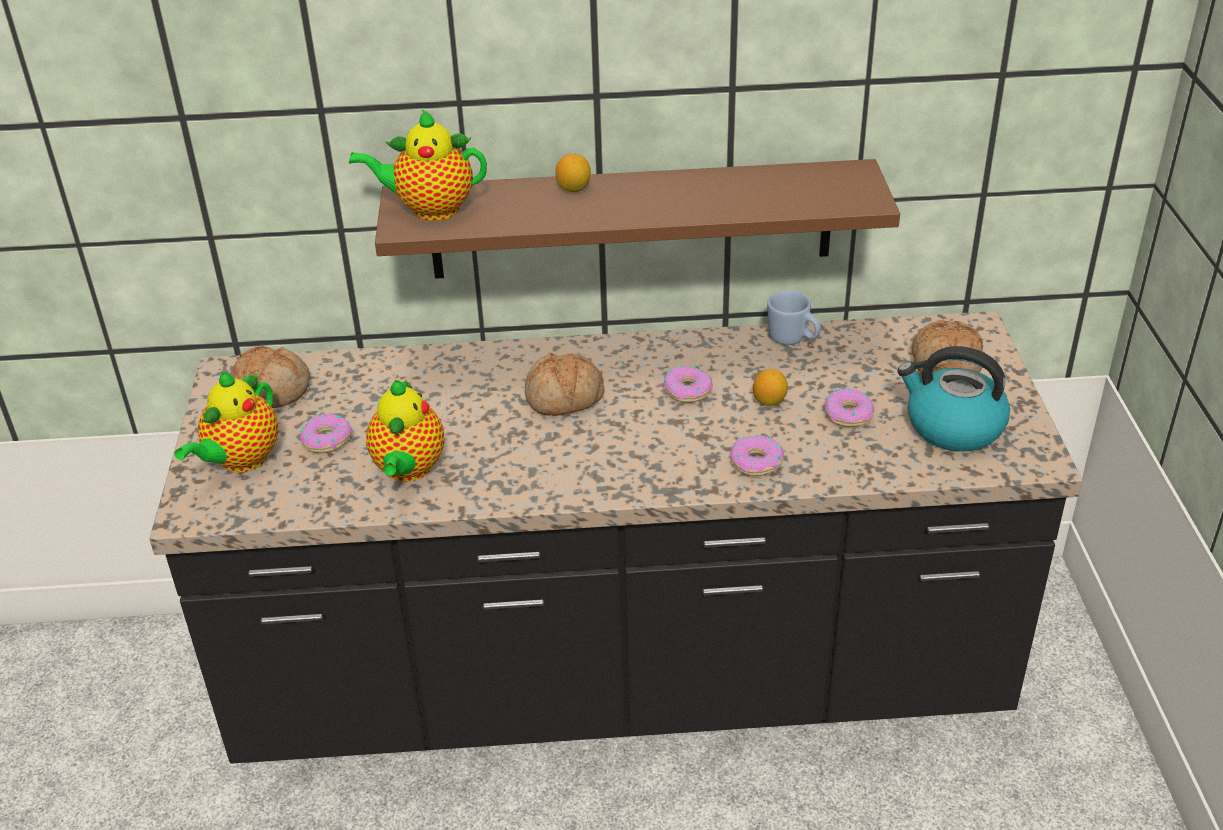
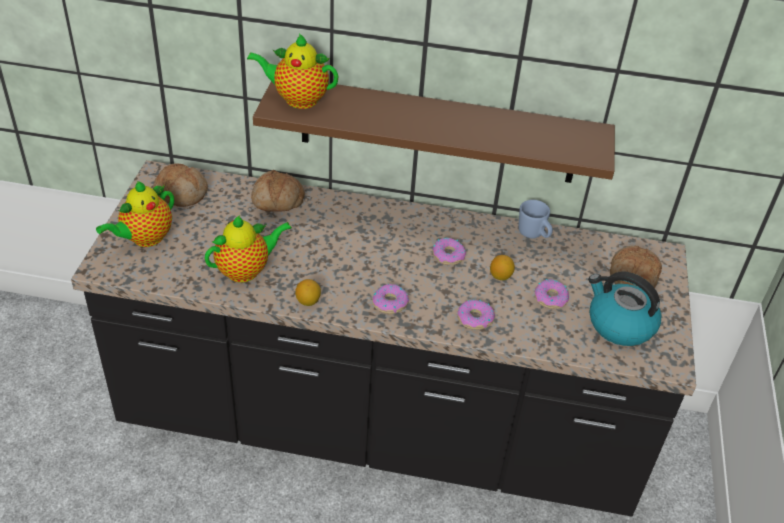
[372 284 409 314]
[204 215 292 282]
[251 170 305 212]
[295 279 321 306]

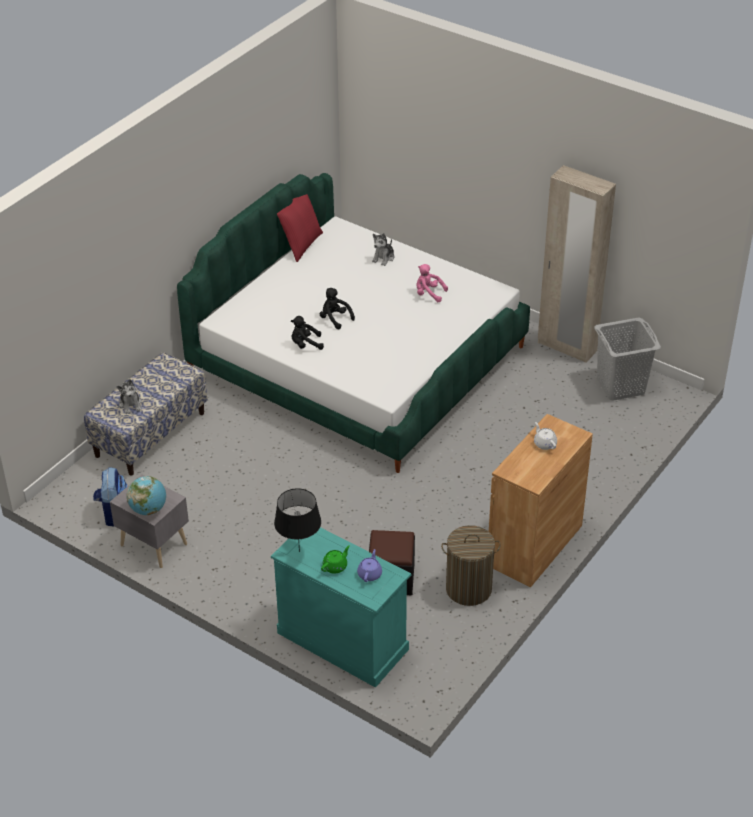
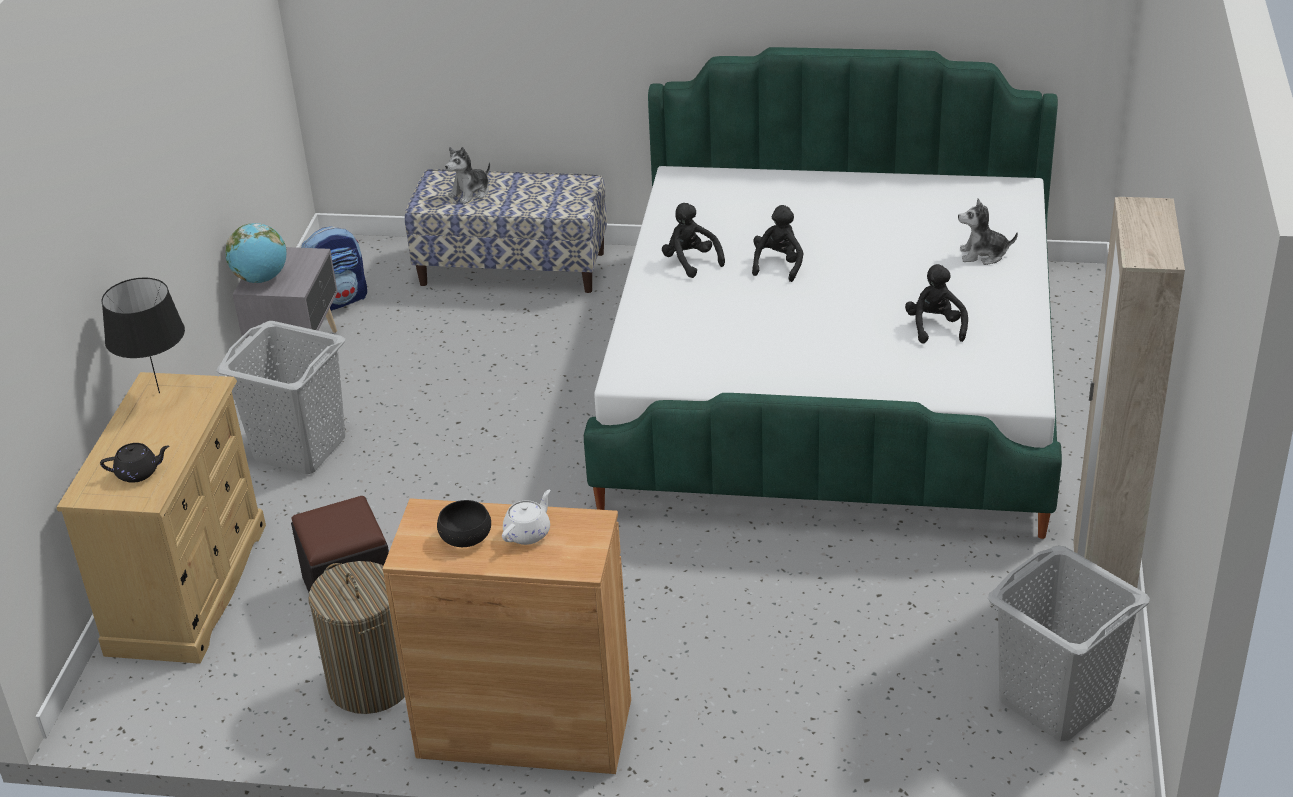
[57 372 266 664]
[277 194 323 262] (first image)
[321 545 350 574] (first image)
[100 443 169 483]
[905 264 968 344]
[217 321 345 474]
[437 500 491 547]

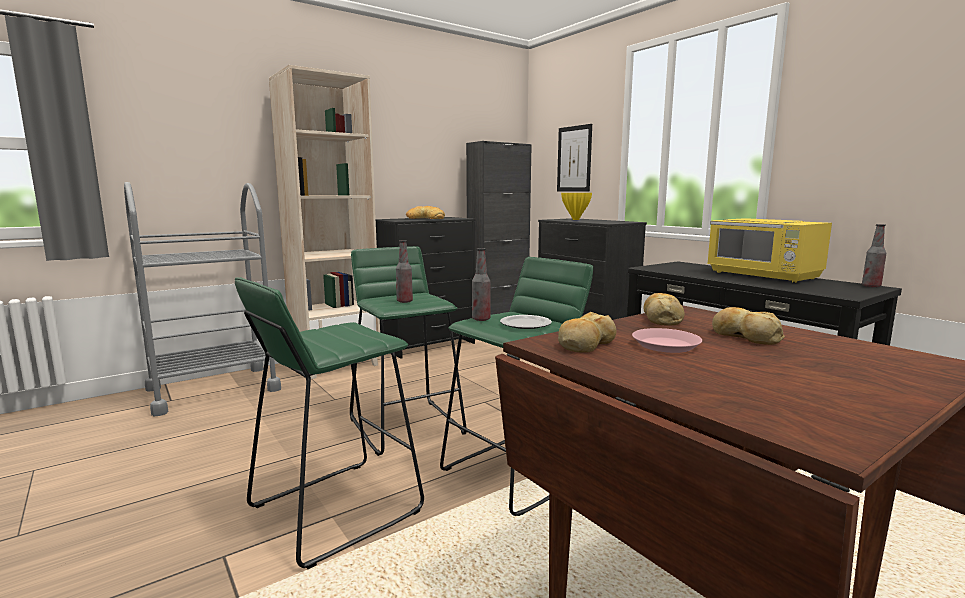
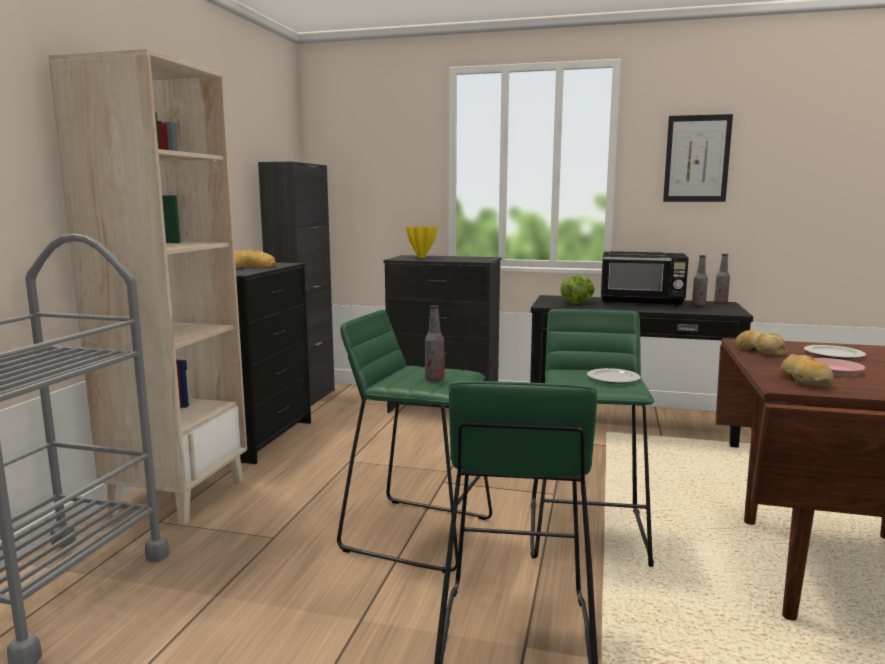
[692 255 708 306]
[663 114 733 202]
[601 251 689 306]
[804 345 866 359]
[560 276 595 304]

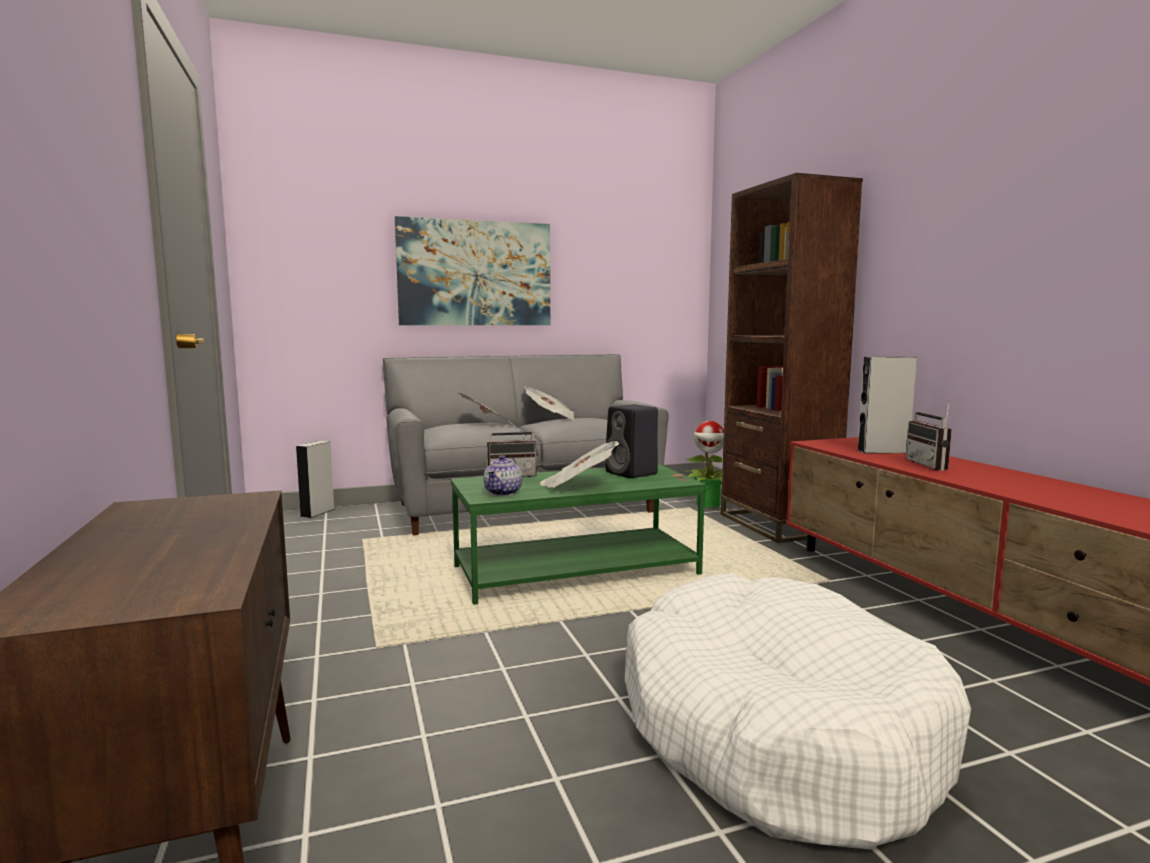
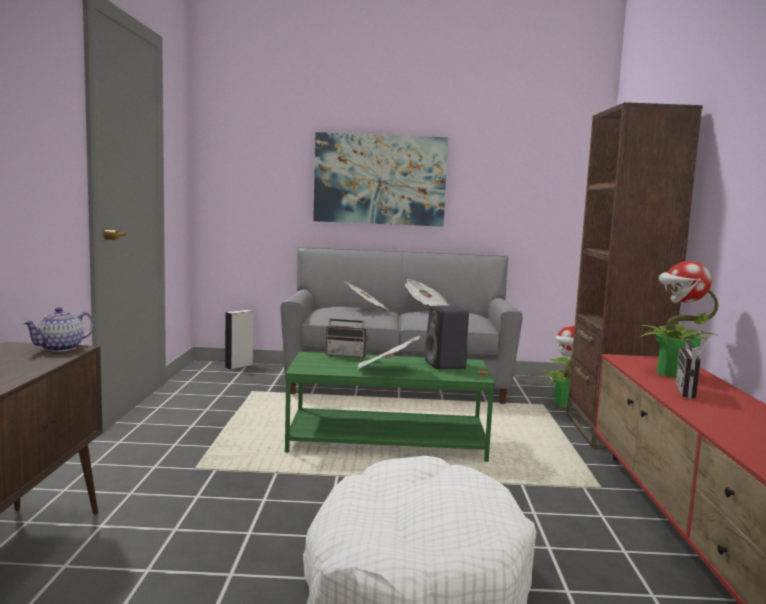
[23 307 94 352]
[640 261 719 378]

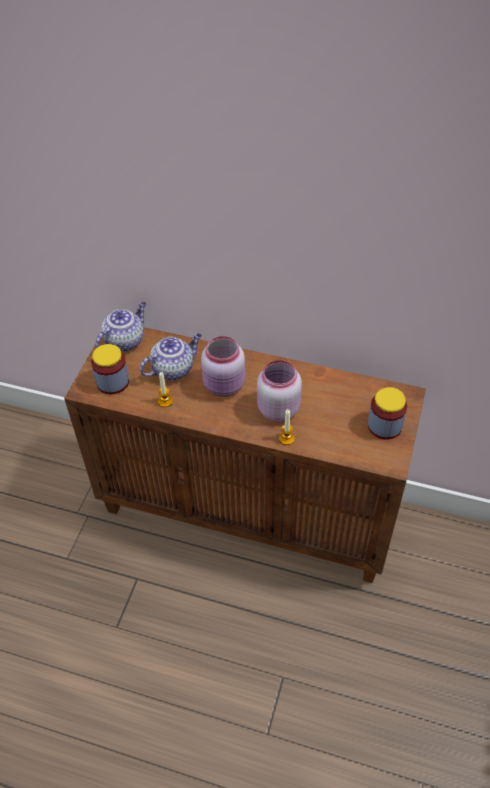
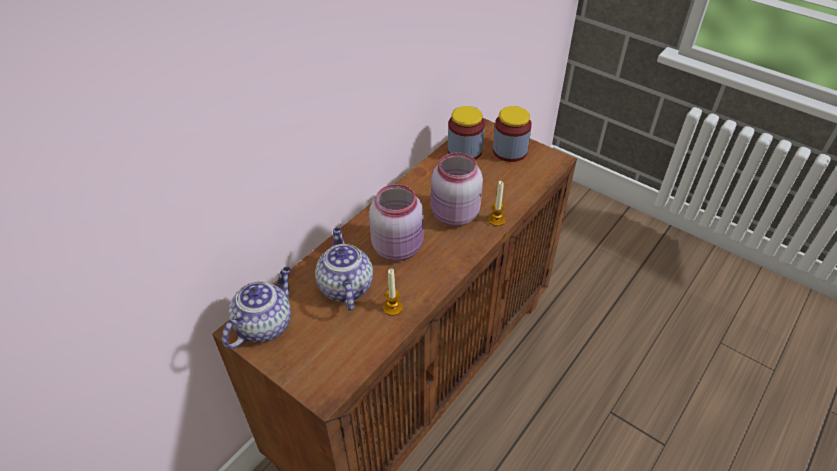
[448 106 485 160]
[222 266 291 349]

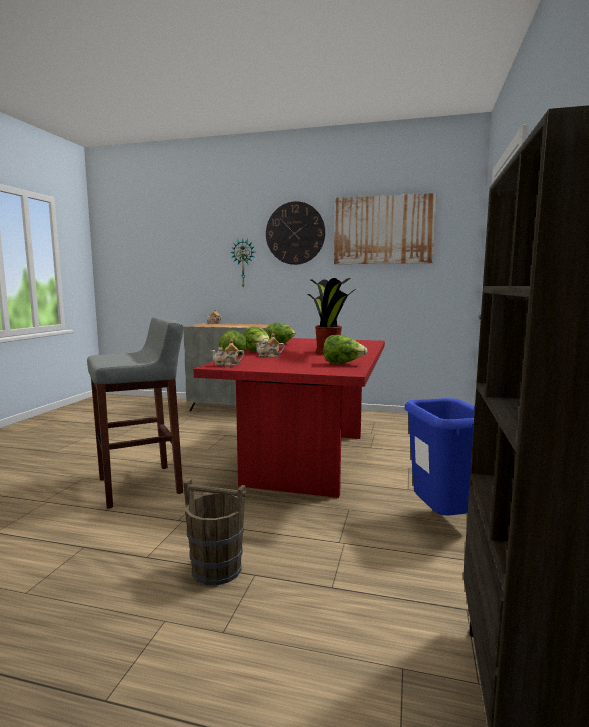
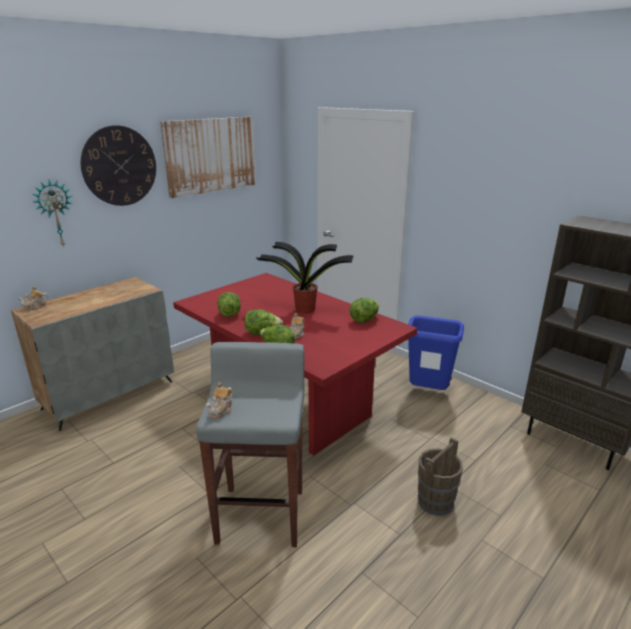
[206 382 233 418]

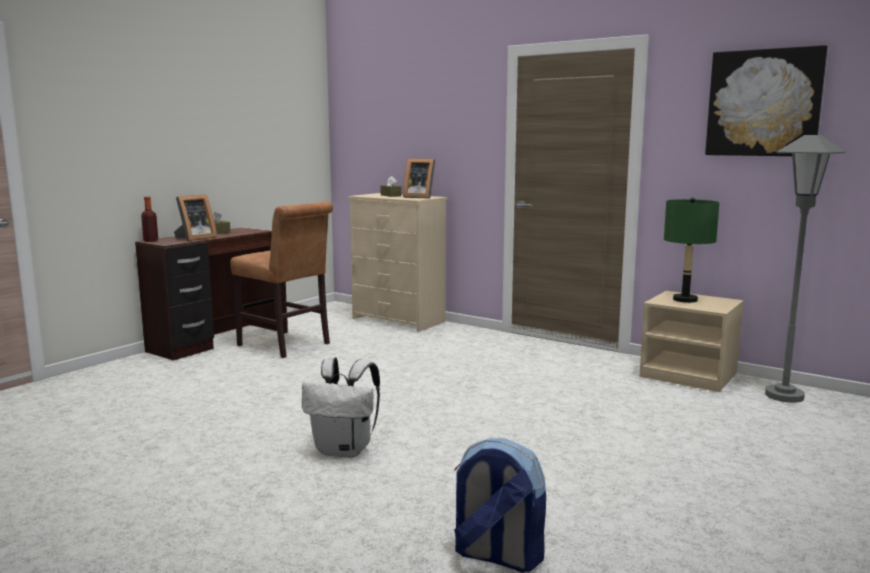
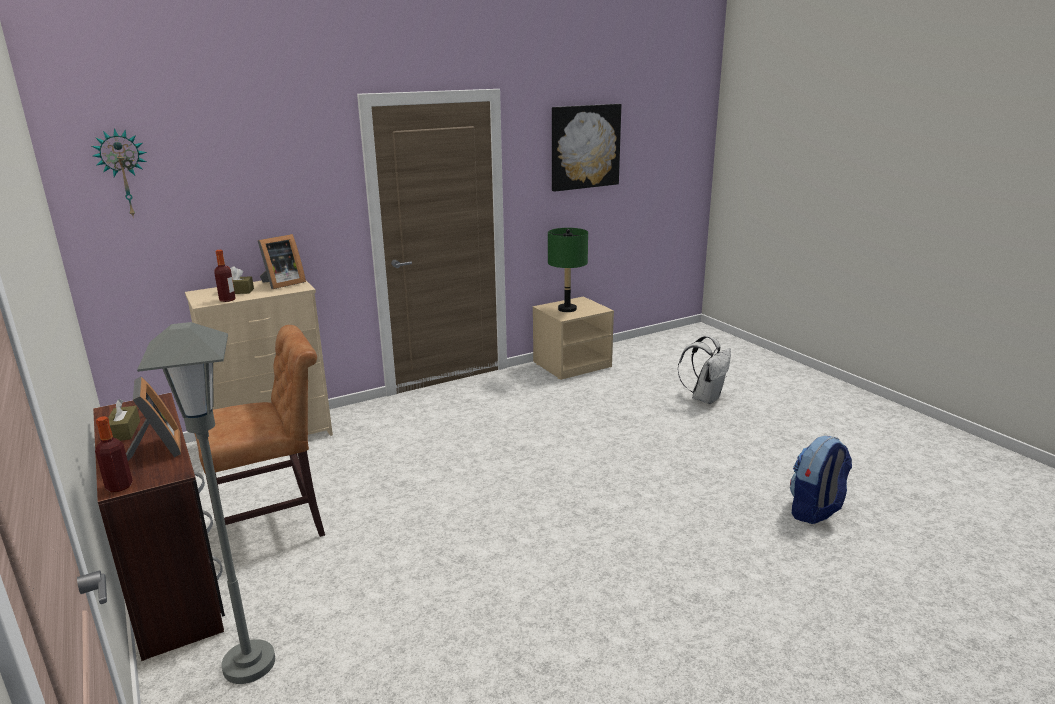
[678 336 731 404]
[137 322 275 684]
[92 128 147 218]
[214 250 236 302]

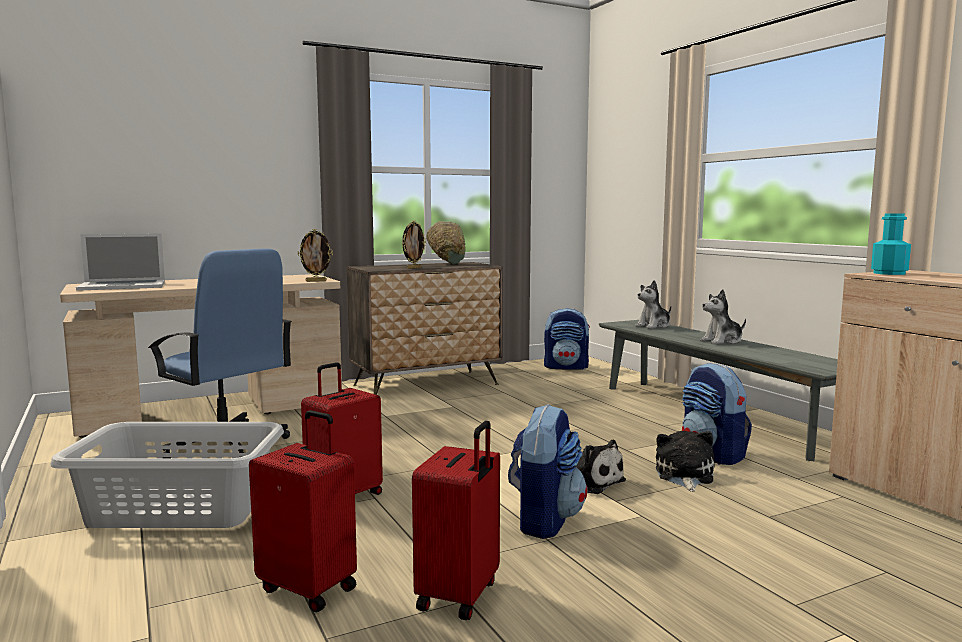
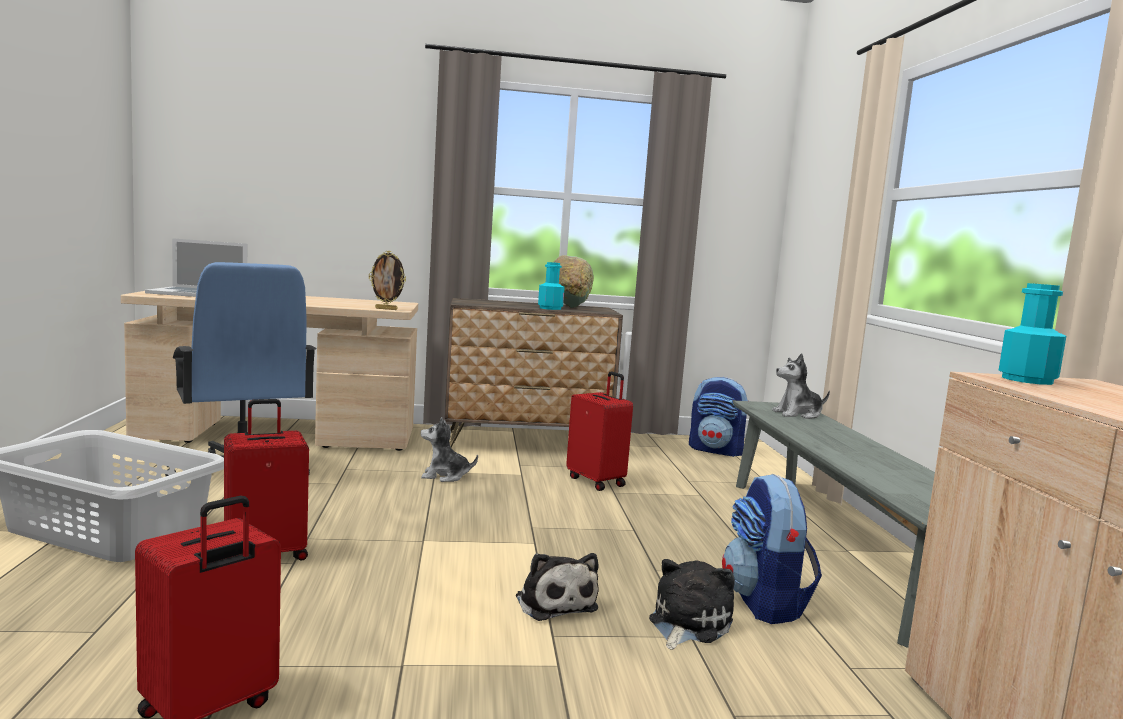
[566 371 633 491]
[402 221 426 269] (first image)
[508 404 587 539] (first image)
[421 417 478 482]
[538 262 565 310]

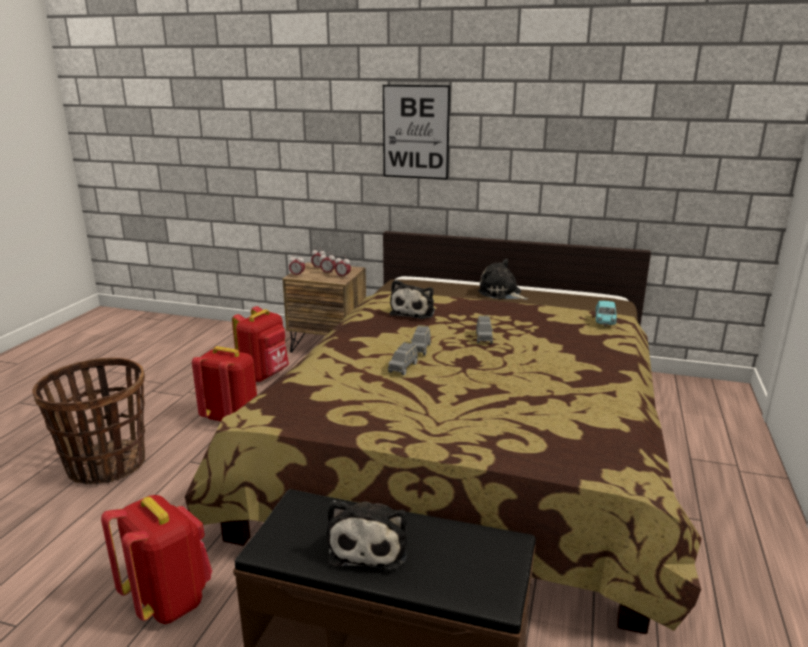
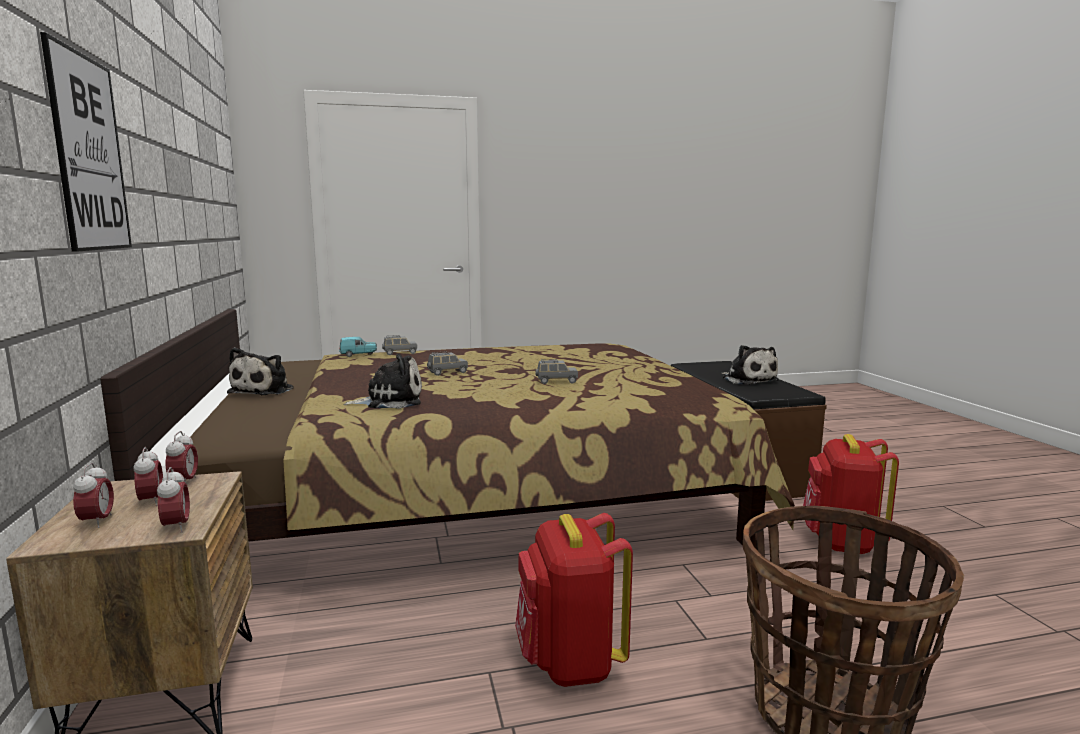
[232 306 289 382] (first image)
[722 345 779 385]
[382 335 417 355]

